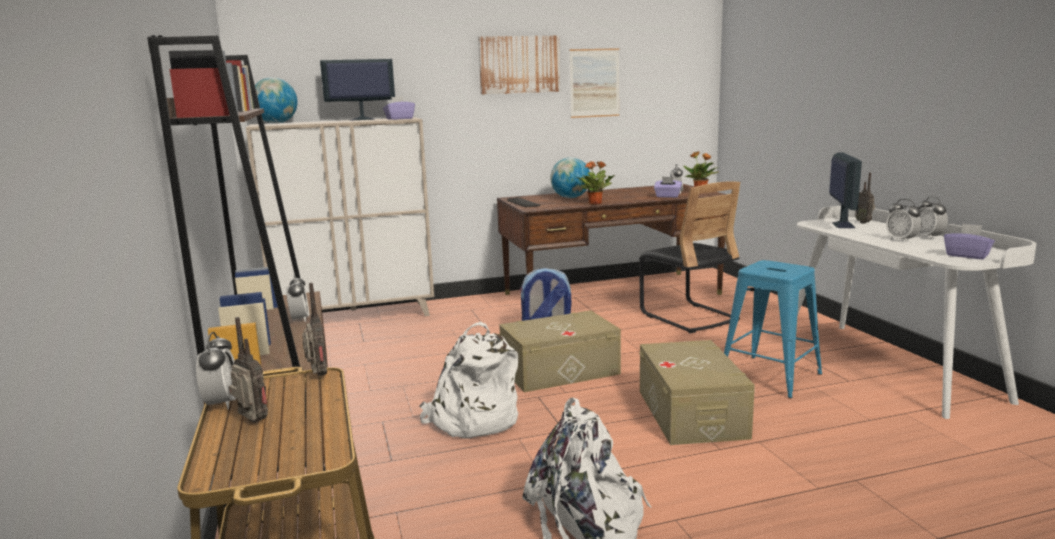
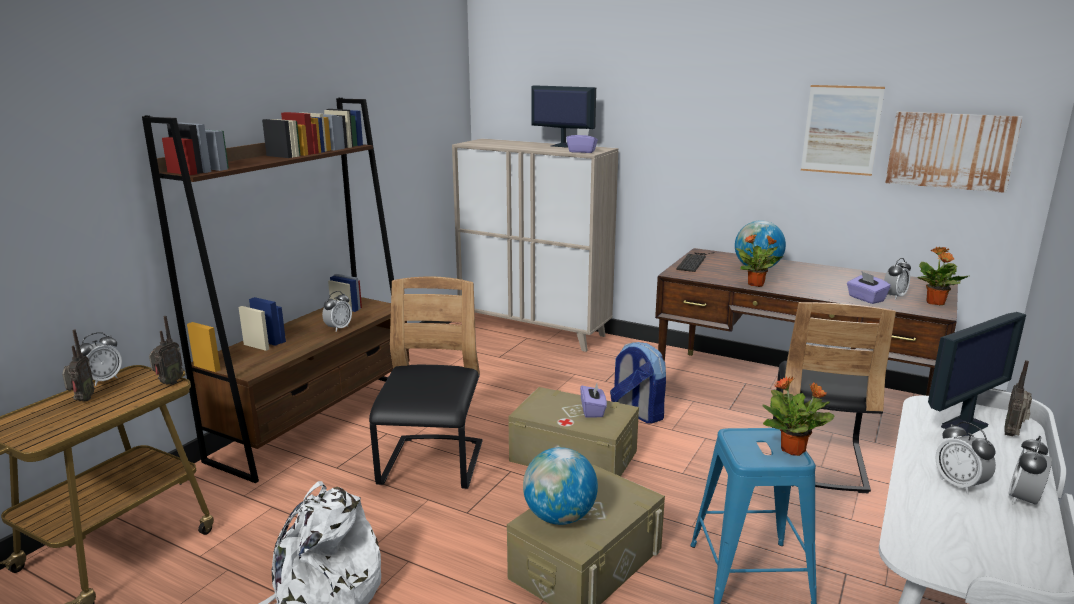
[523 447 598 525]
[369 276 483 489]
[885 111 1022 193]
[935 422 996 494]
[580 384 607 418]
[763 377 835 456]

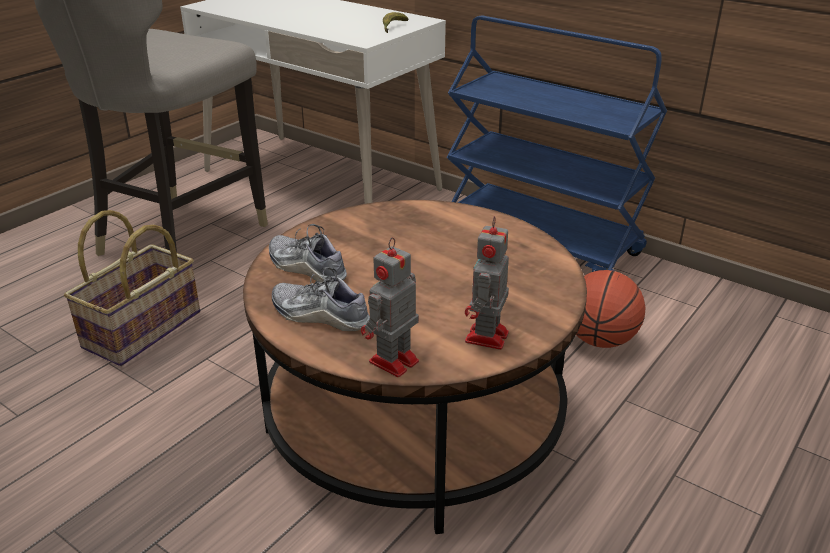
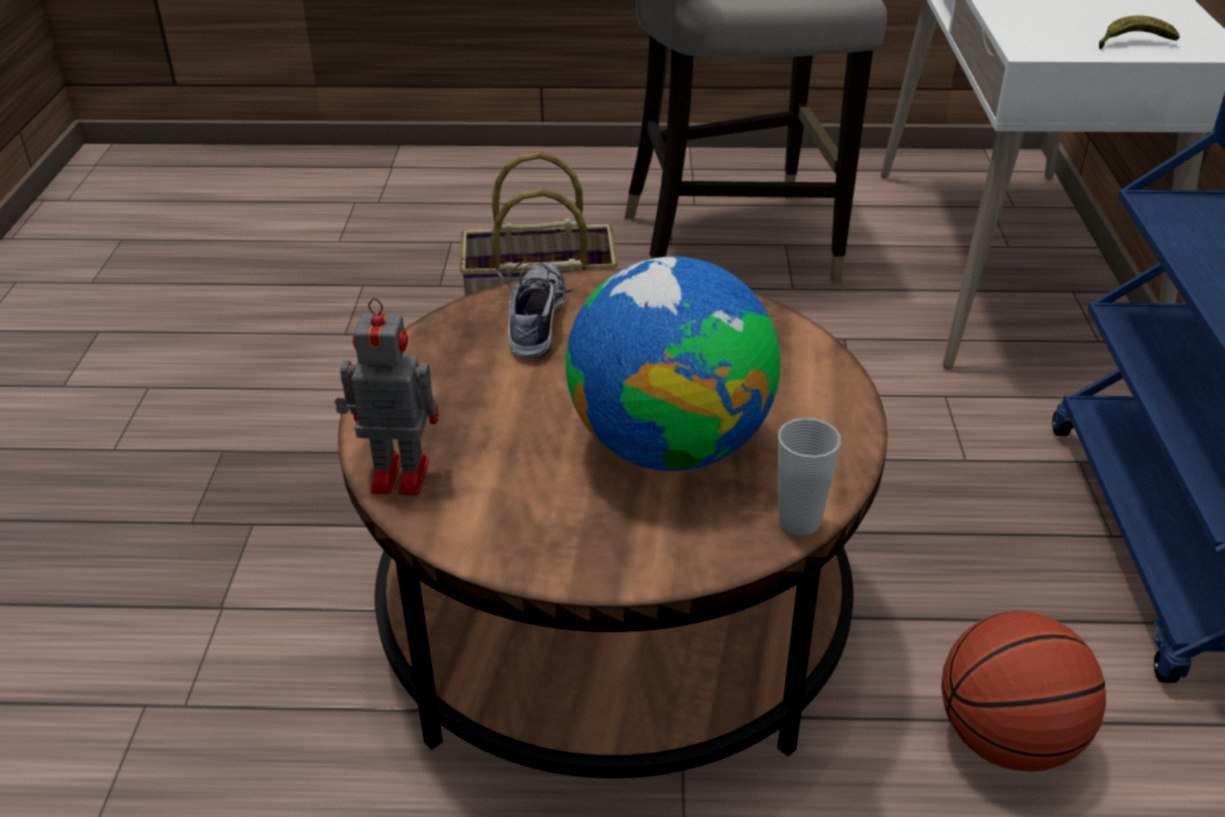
[272 267 370 331] (first image)
[465 216 509 350] (first image)
[566 256 780 471]
[778 418 841 536]

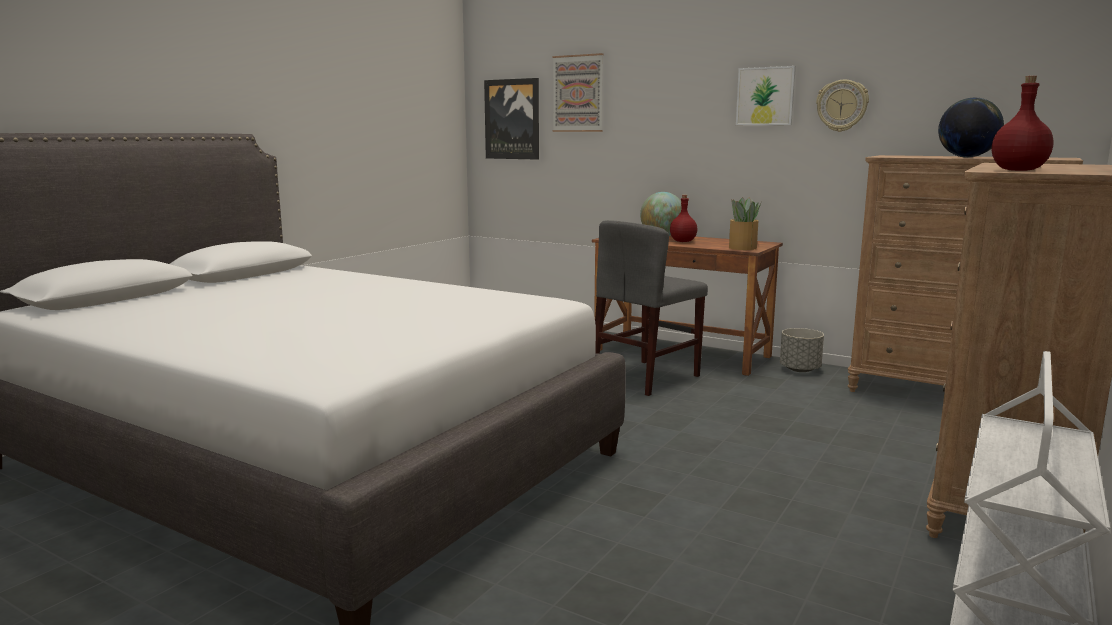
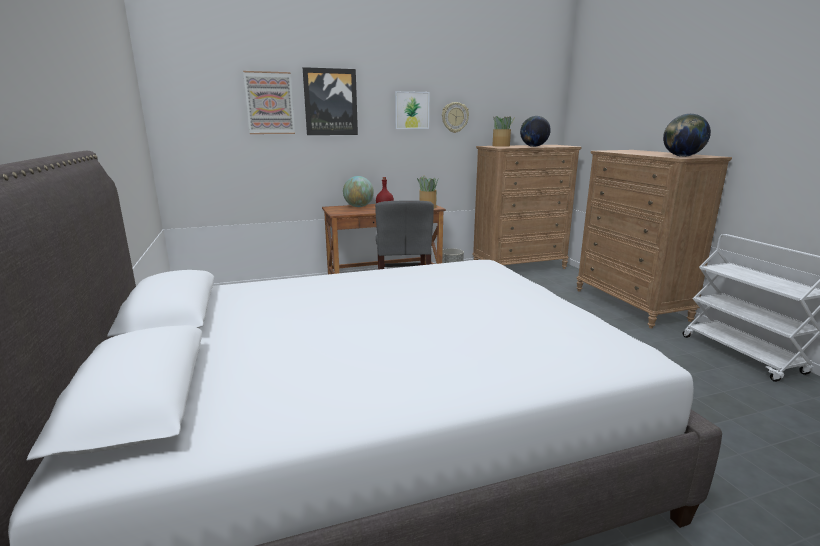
[303 67 358 135]
[663 114 711 157]
[492 116 515 147]

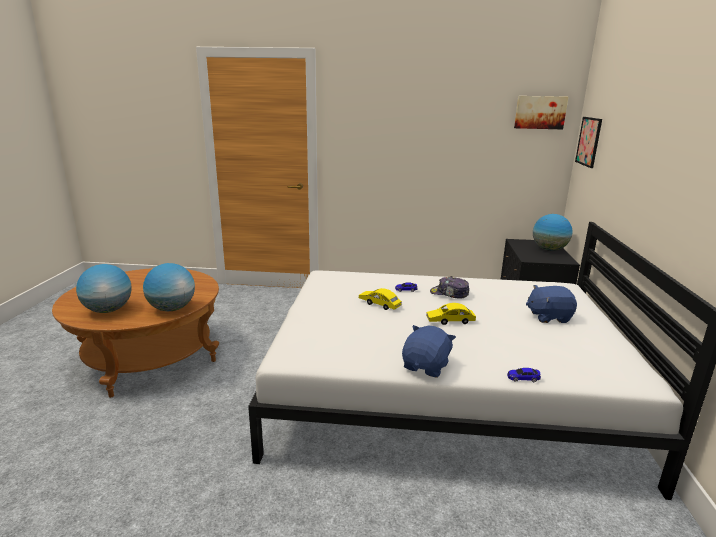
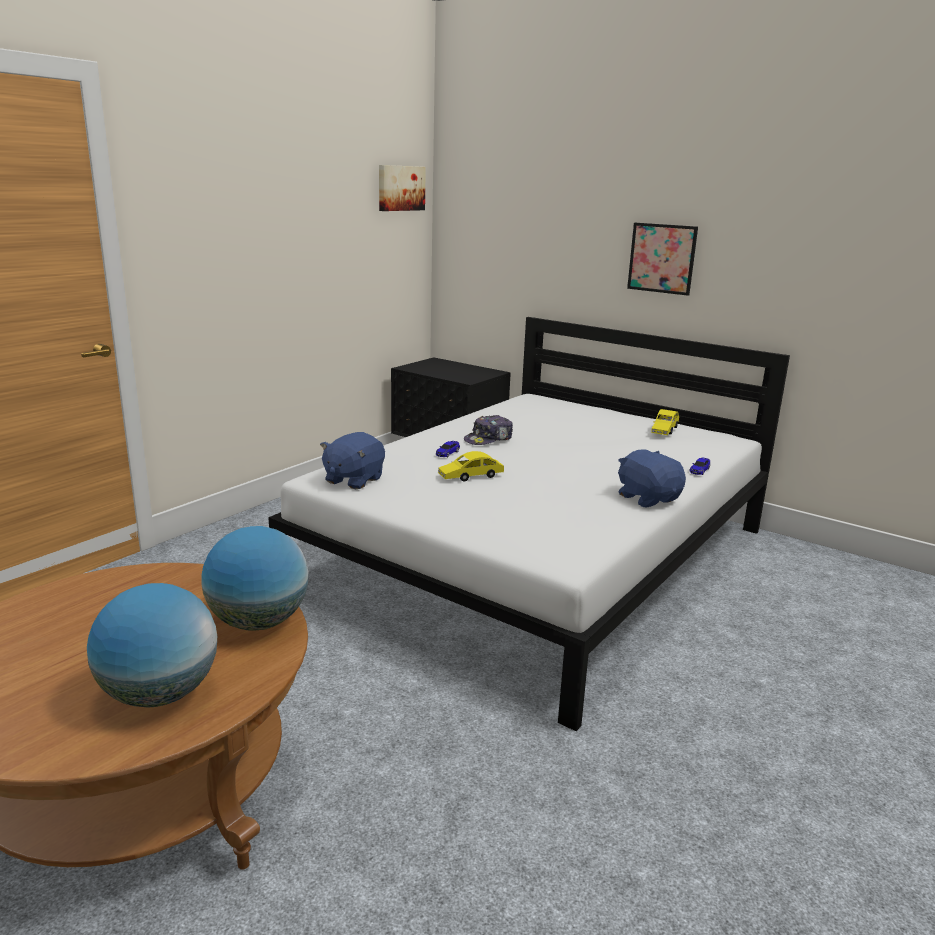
[651 409 679 435]
[320 432 385 489]
[533 214 572 251] (first image)
[627 223 698 296]

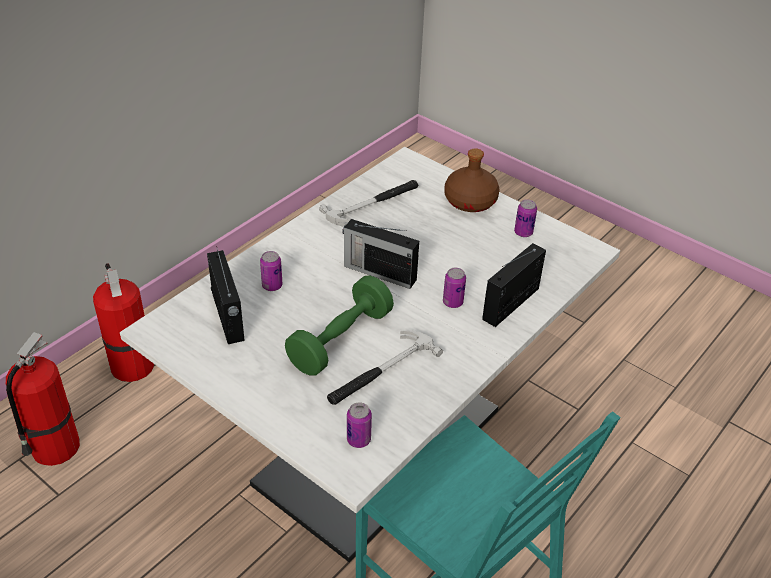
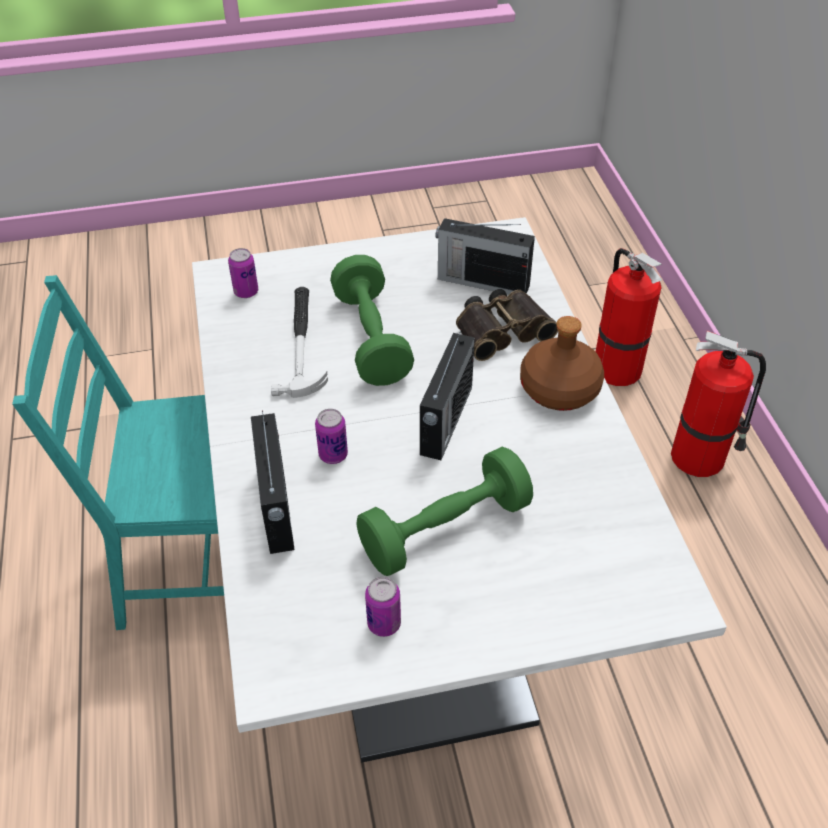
[456 289 558 361]
[319 180 418 227] (first image)
[420 330 475 460]
[520 316 604 411]
[356 447 533 576]

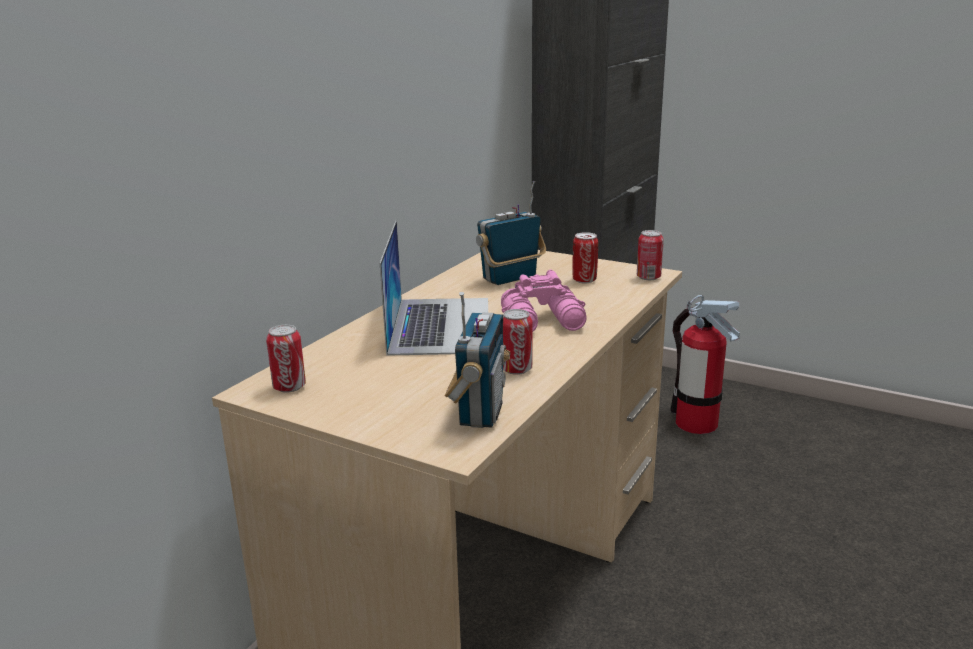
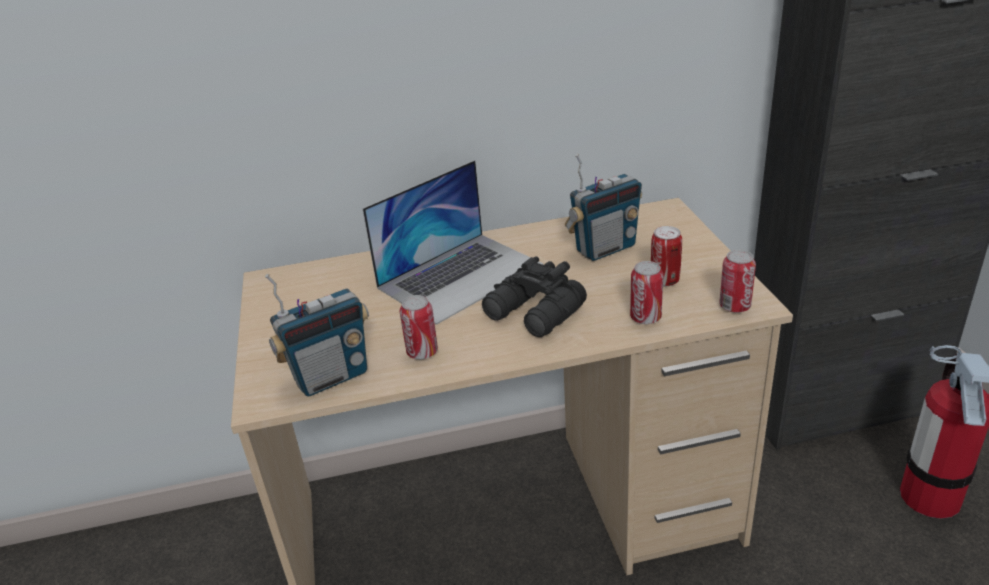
[630 261 663 324]
[565 154 642 261]
[482 256 587 337]

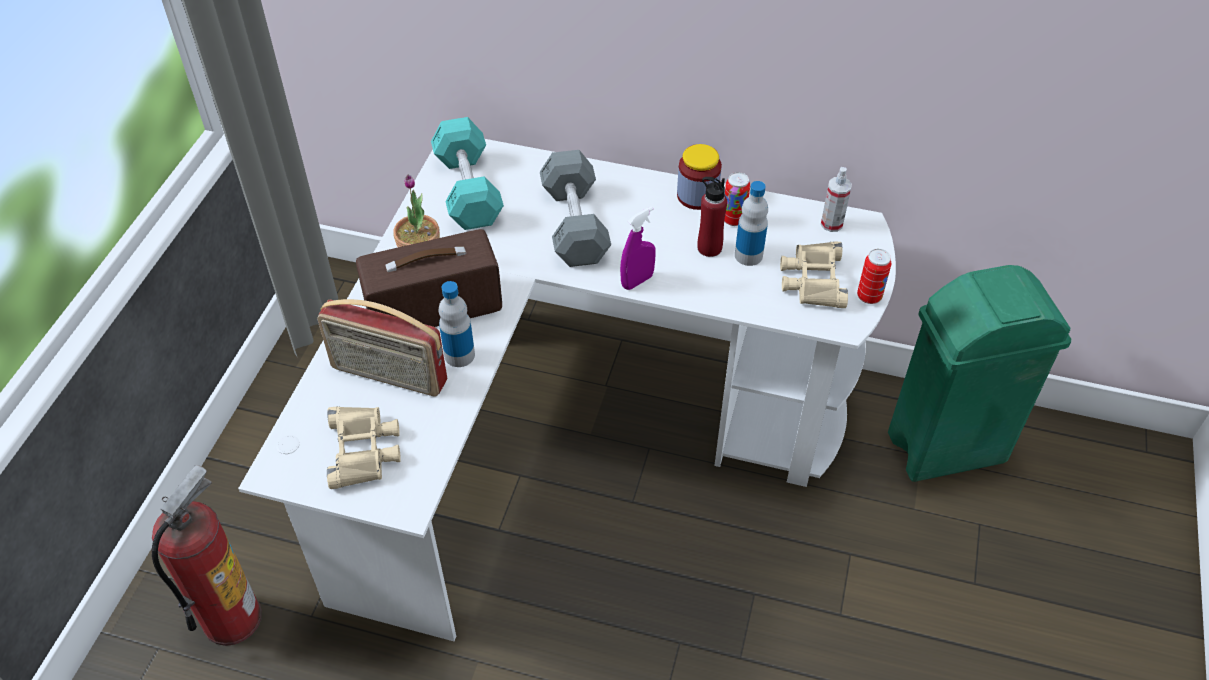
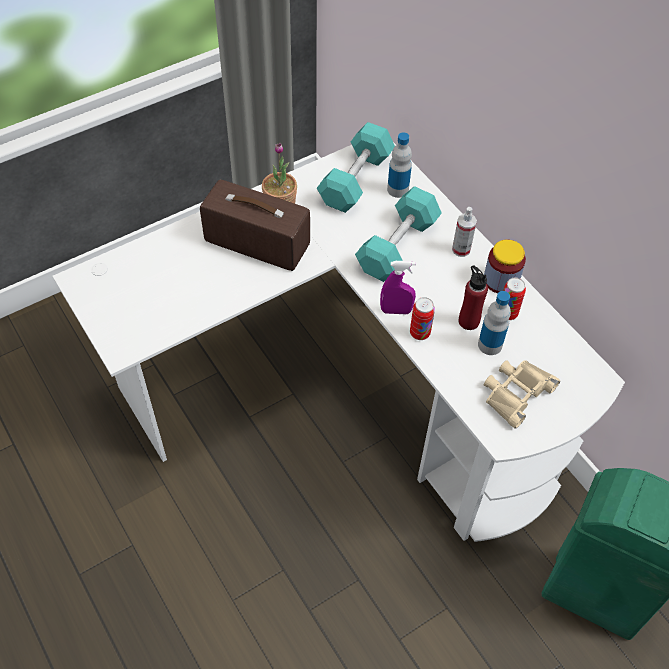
[152 465 262 646] (first image)
[317 299 448 397] (first image)
[327 406 401 489] (first image)
[387 132 412 198]
[355 186 442 282]
[452 207 477 257]
[410 297 435 340]

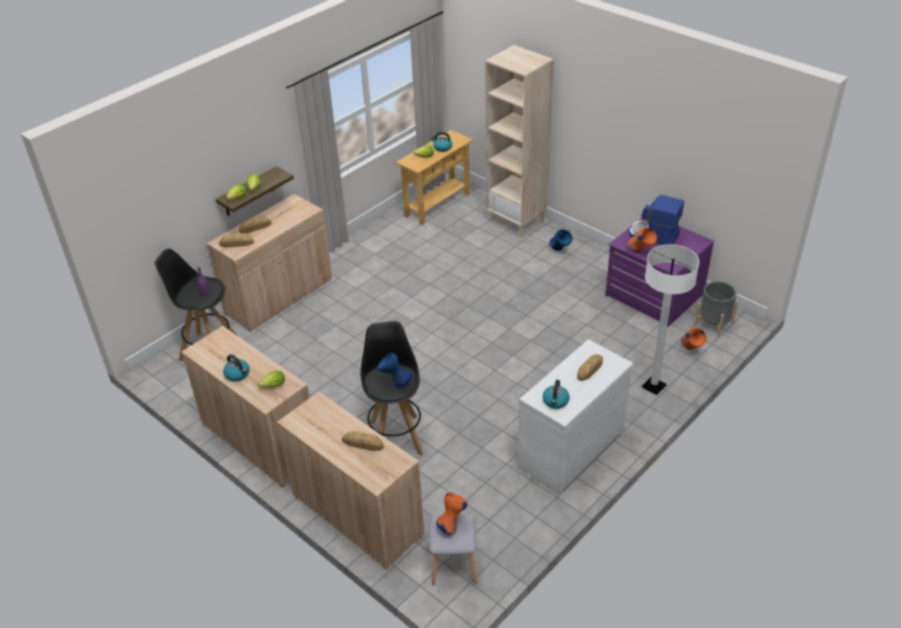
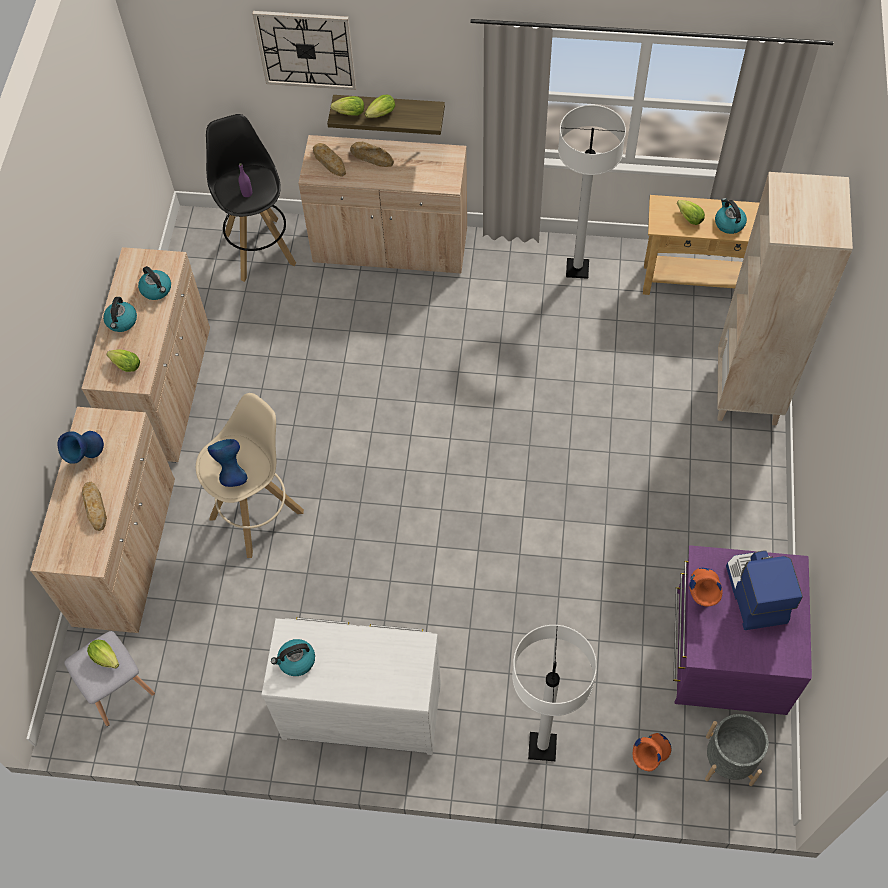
[196 393 304 558]
[87 640 119 669]
[58 431 104 464]
[577 354 603 381] (first image)
[138 266 171 300]
[252 11 356 90]
[558 105 626 279]

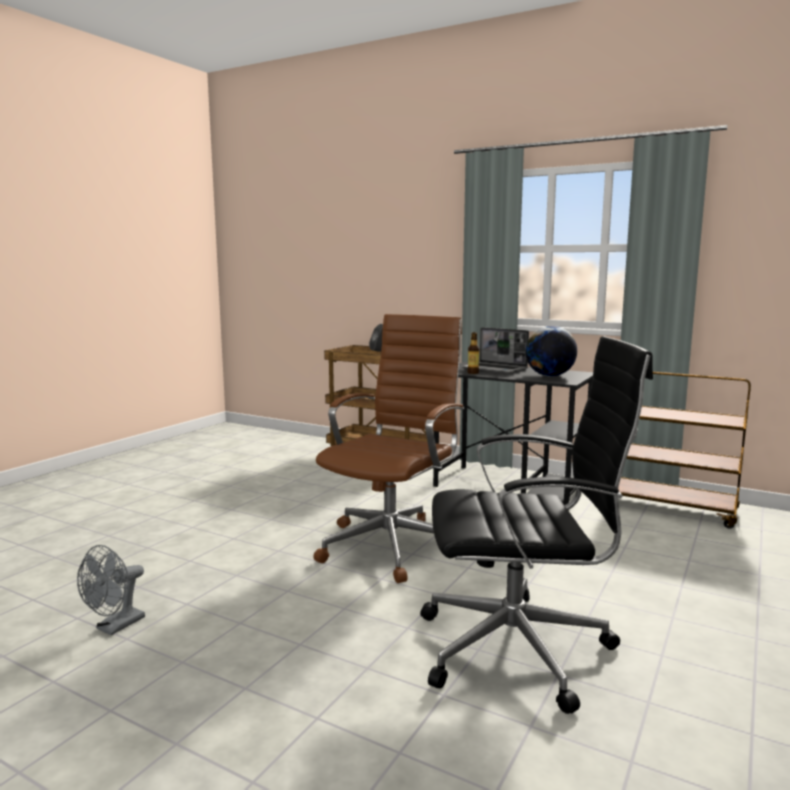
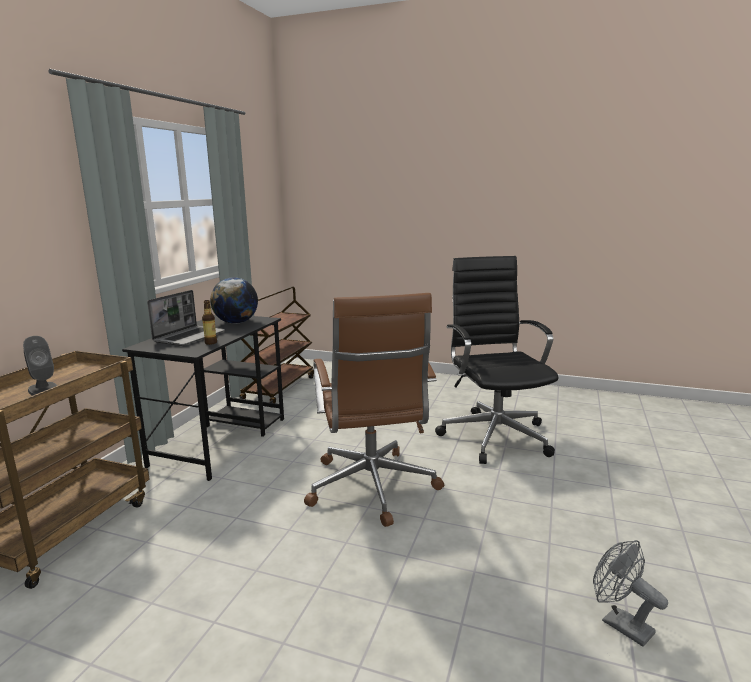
[593 540 668 647]
[304 293 444 527]

